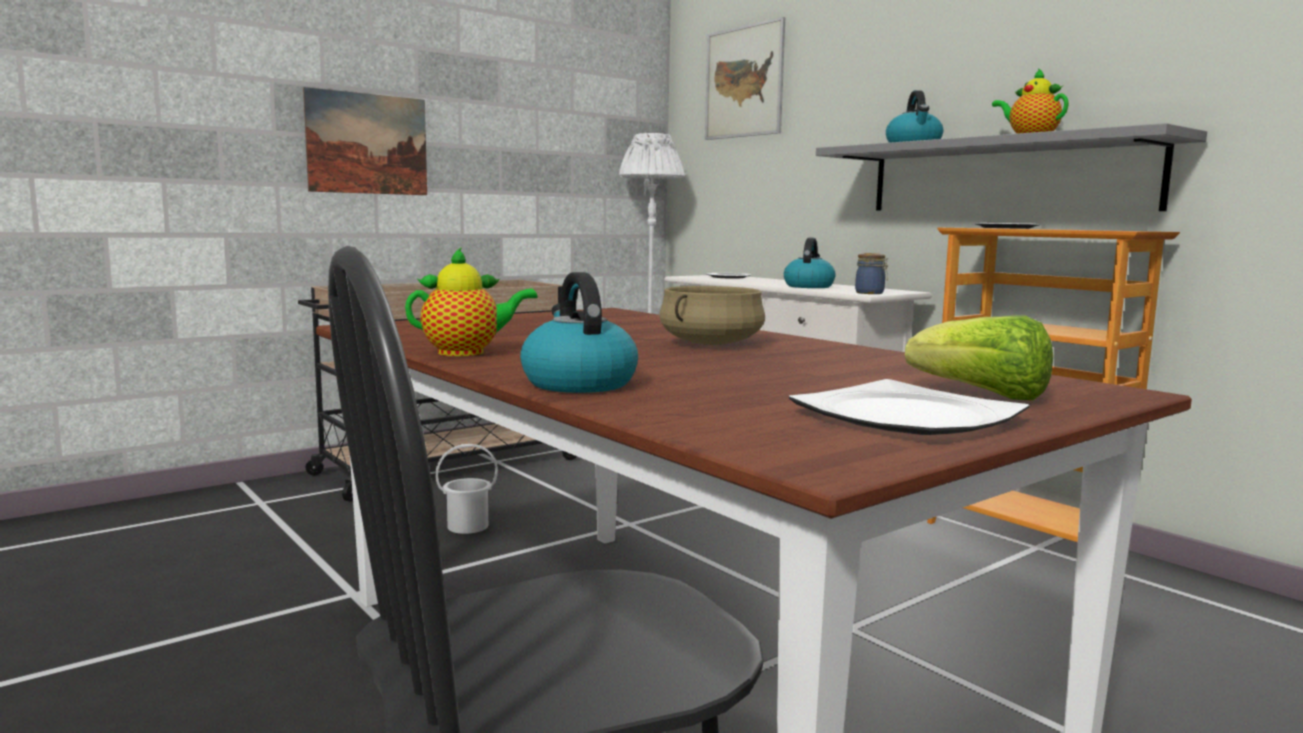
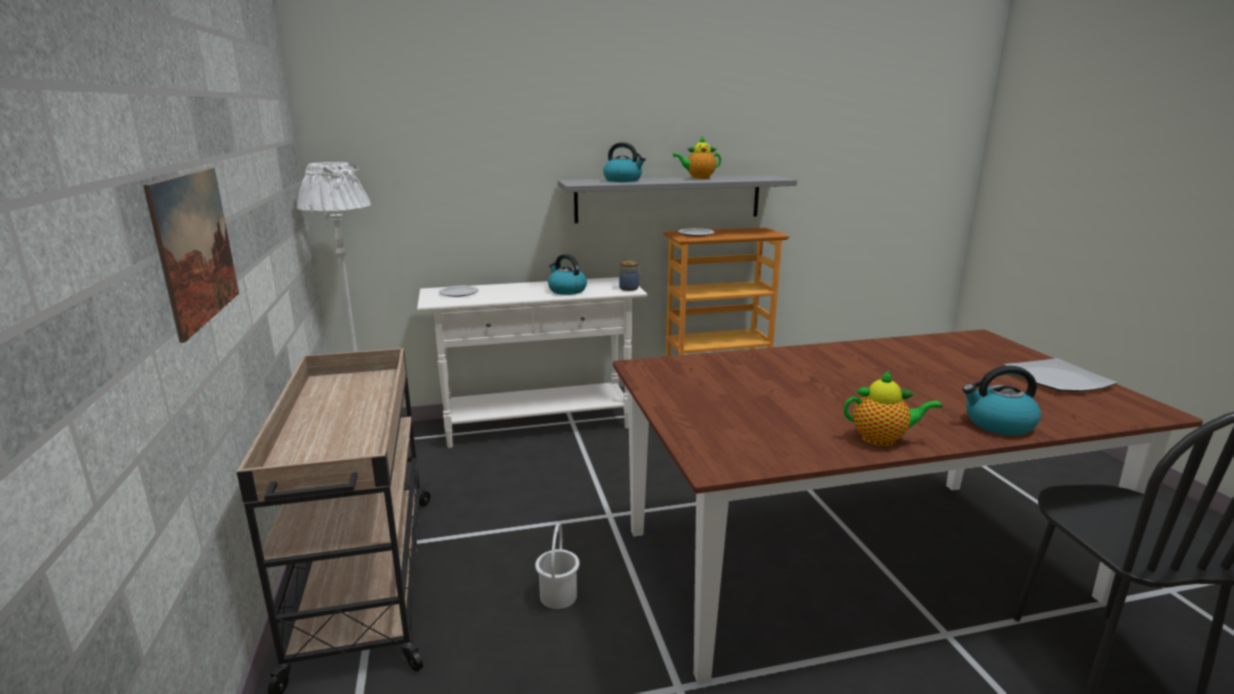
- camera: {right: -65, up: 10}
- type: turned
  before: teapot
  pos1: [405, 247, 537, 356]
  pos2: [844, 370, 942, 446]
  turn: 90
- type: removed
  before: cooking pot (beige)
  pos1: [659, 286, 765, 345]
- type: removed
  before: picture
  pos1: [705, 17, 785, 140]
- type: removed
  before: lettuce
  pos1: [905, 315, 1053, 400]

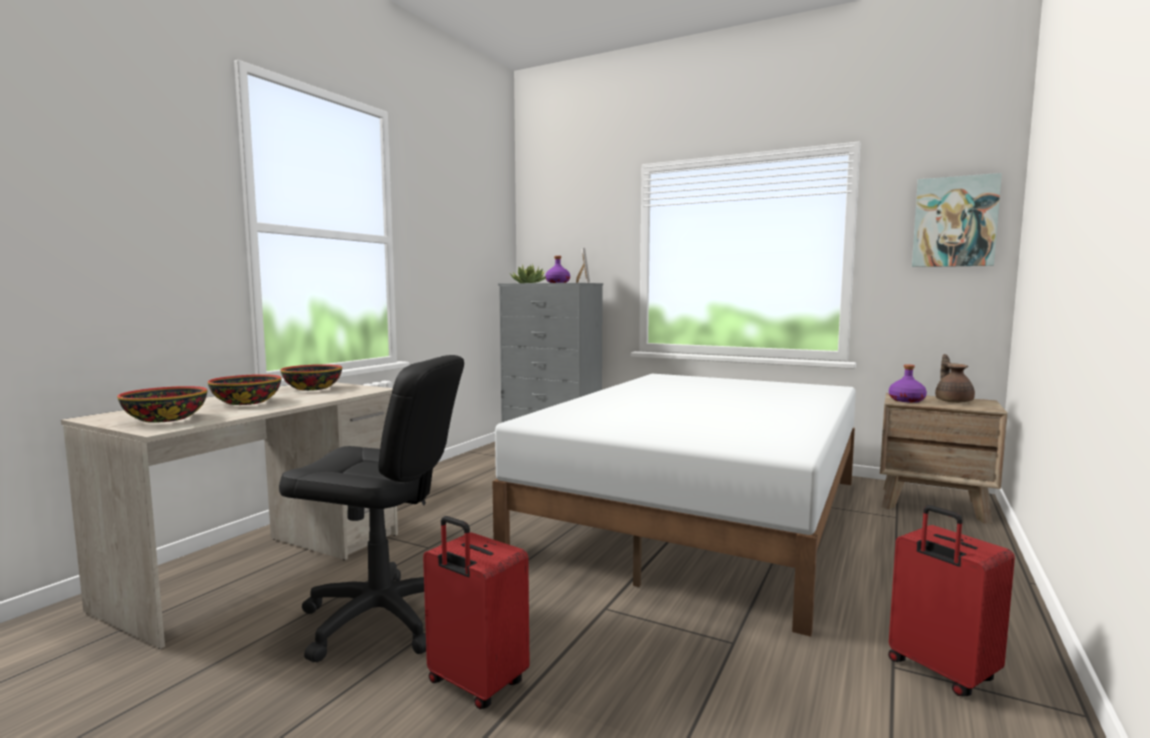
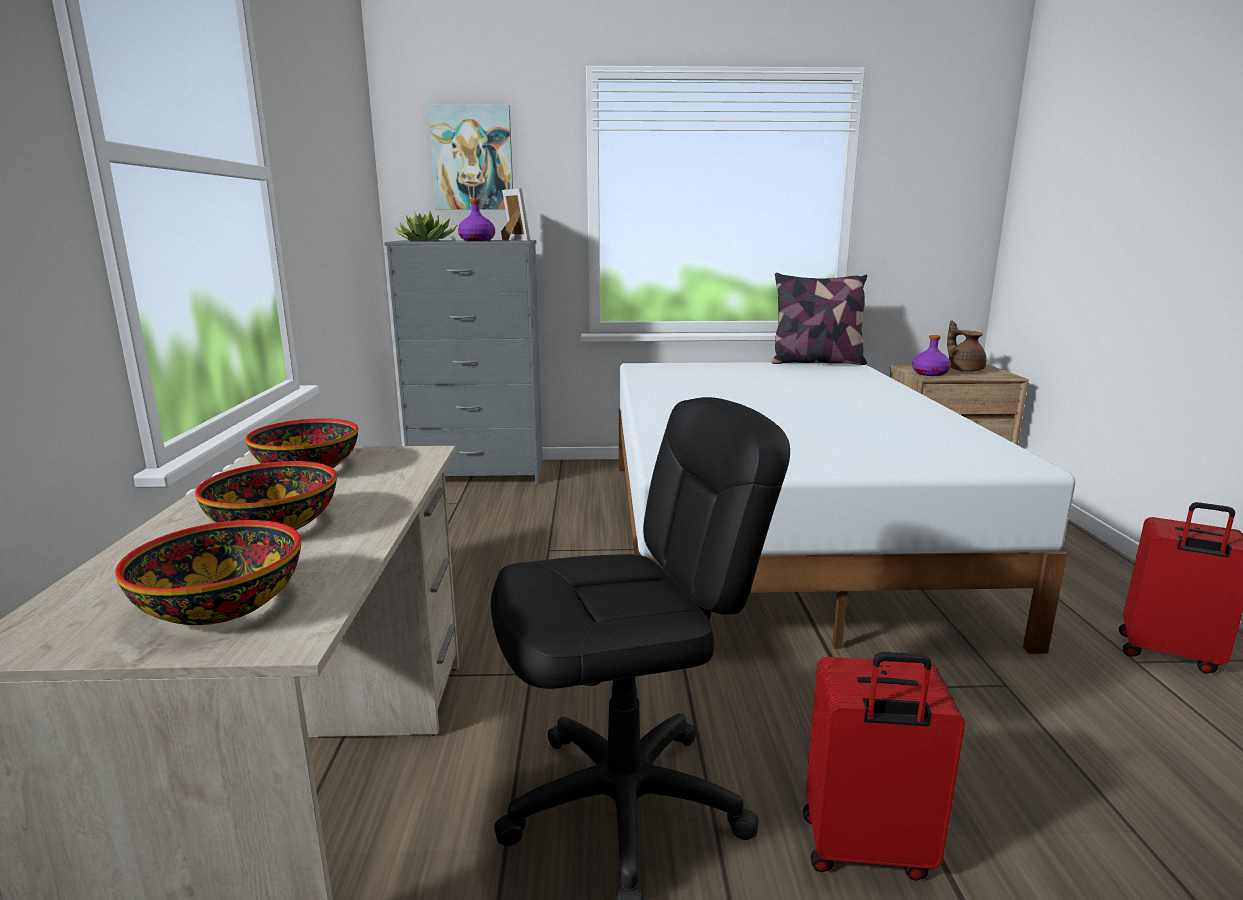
- camera: {right: -30, up: 10}
- type: moved
  before: picture
  pos1: [912, 173, 1002, 267]
  pos2: [428, 104, 513, 210]
- type: added
  after: pillow
  pos2: [771, 273, 867, 365]

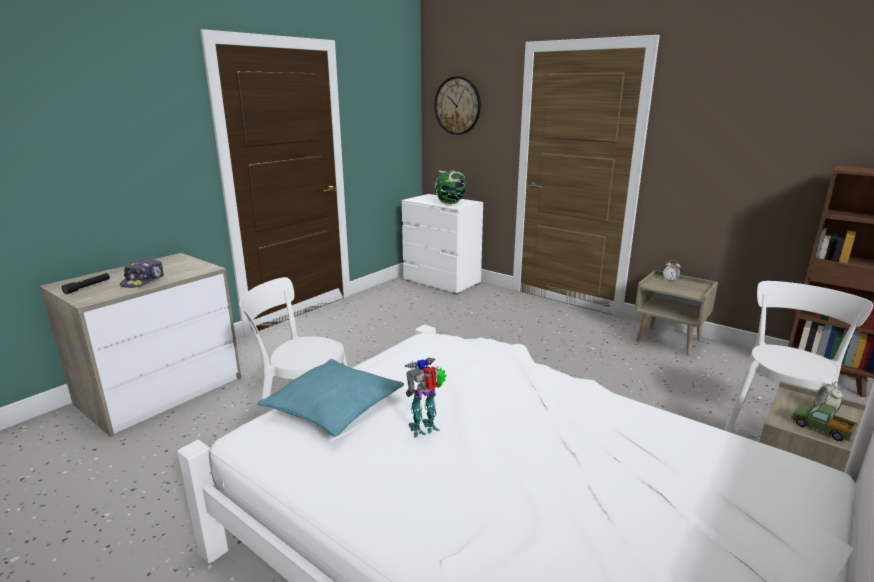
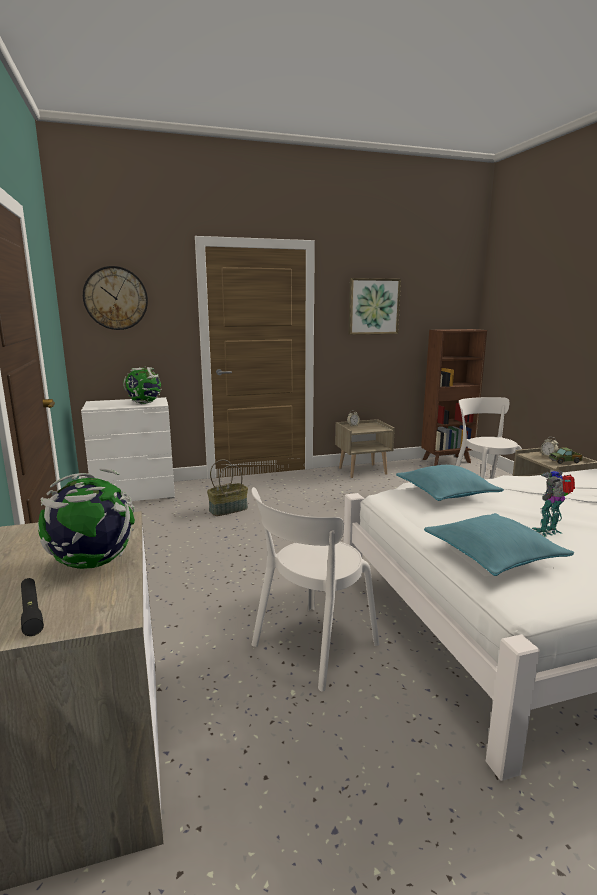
- camera: {right: -55, up: -5}
- type: replaced
  before: cap
  after: globe
  pos1: [120, 258, 163, 288]
  pos2: [38, 468, 135, 569]
- type: added
  after: basket
  pos2: [207, 460, 248, 516]
- type: added
  after: picture
  pos2: [349, 278, 401, 335]
- type: added
  after: pillow (turquoise)
  pos2: [396, 465, 504, 501]
- type: turned
  before: toy robot
  pos1: [405, 358, 446, 438]
  pos2: [532, 470, 575, 537]
  turn: 60

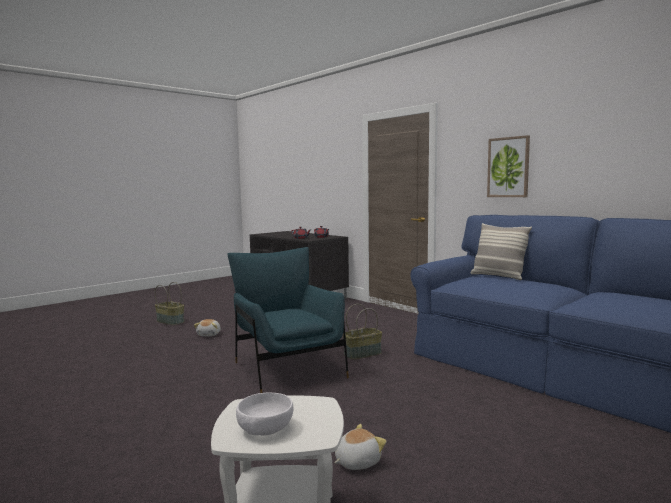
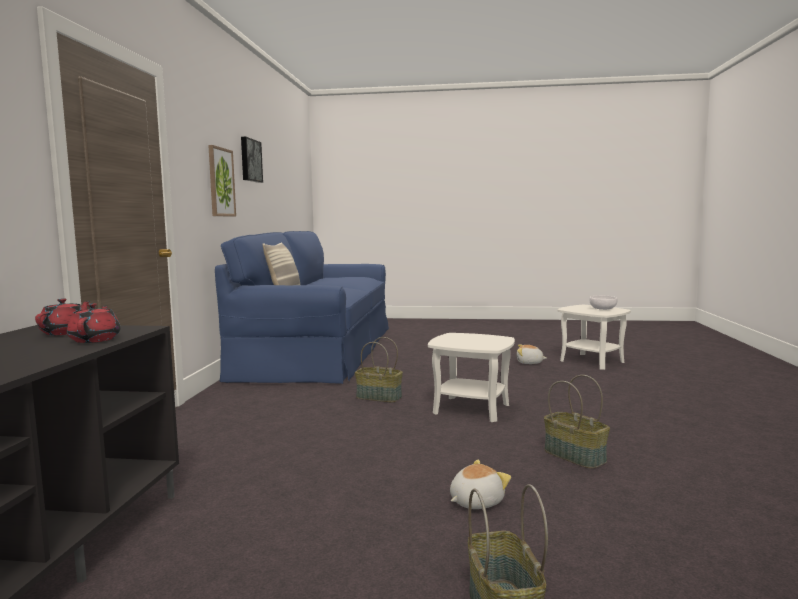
- camera: {right: -130, up: 0}
- type: added
  after: picture
  pos2: [241, 137, 263, 183]
- type: replaced
  before: armchair (blue)
  after: side table (white)
  pos1: [227, 247, 349, 393]
  pos2: [428, 333, 515, 422]
- type: added
  after: basket
  pos2: [544, 375, 610, 469]

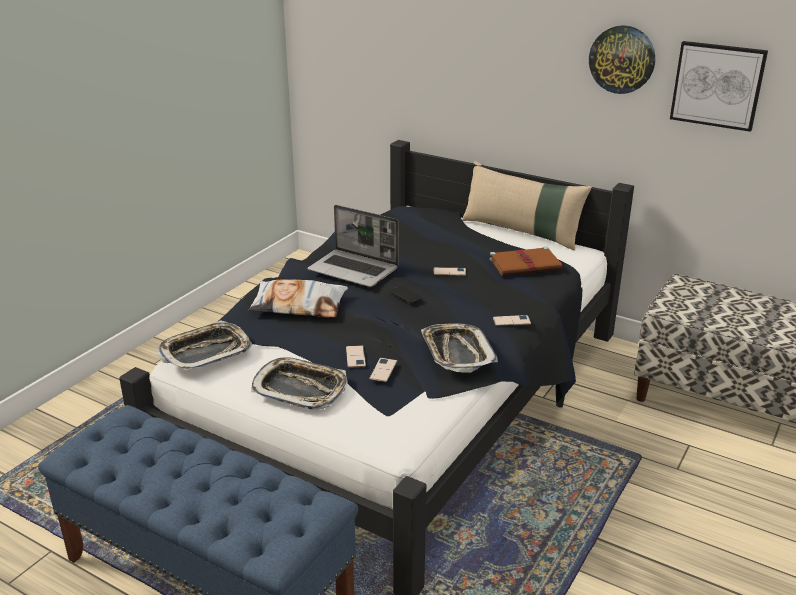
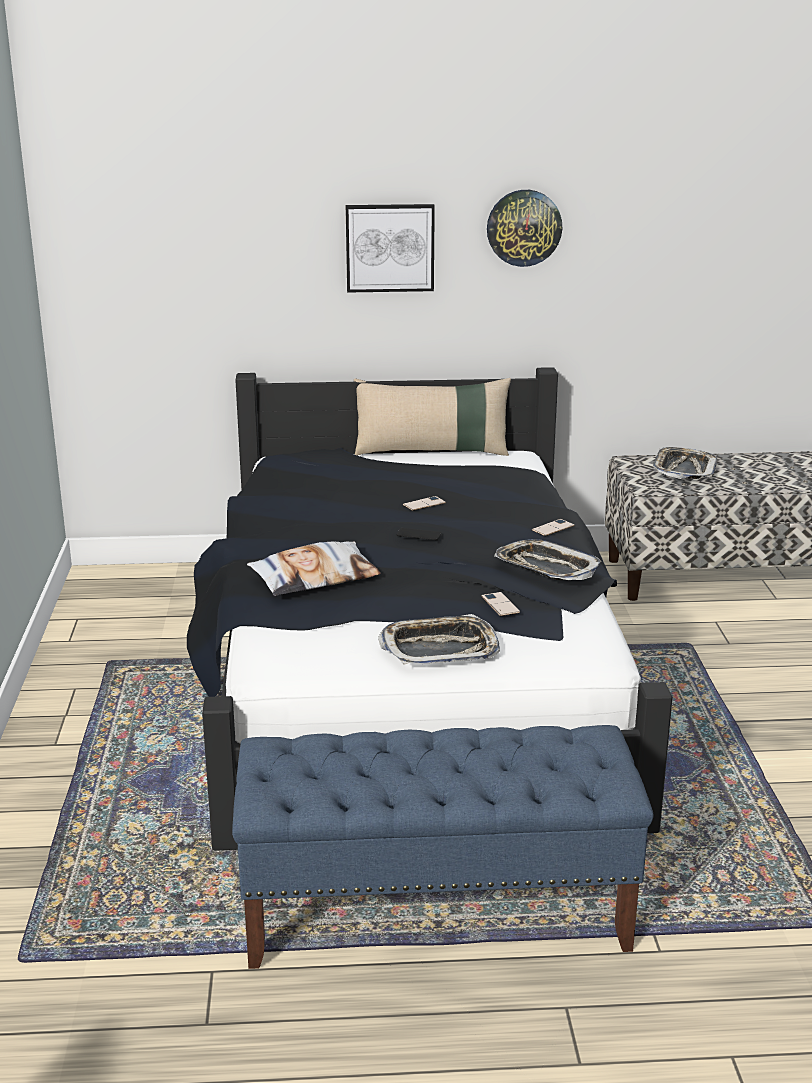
- camera: {right: -35, up: -5}
- type: moved
  before: picture
  pos1: [670, 41, 768, 132]
  pos2: [346, 204, 435, 293]
- type: moved
  before: tray
  pos1: [157, 320, 252, 371]
  pos2: [653, 447, 717, 479]
- type: removed
  before: laptop
  pos1: [307, 205, 399, 287]
- type: removed
  before: phone
  pos1: [346, 345, 366, 368]
- type: removed
  before: book (brown)
  pos1: [489, 247, 563, 276]

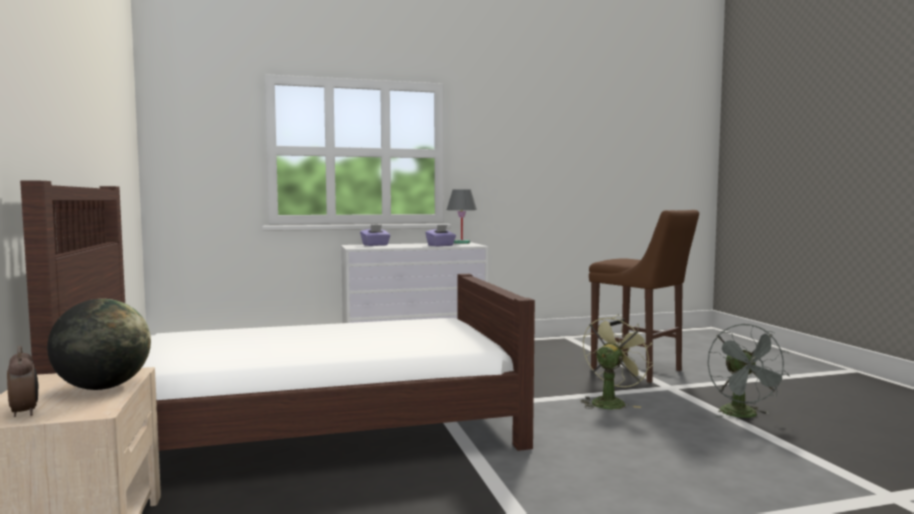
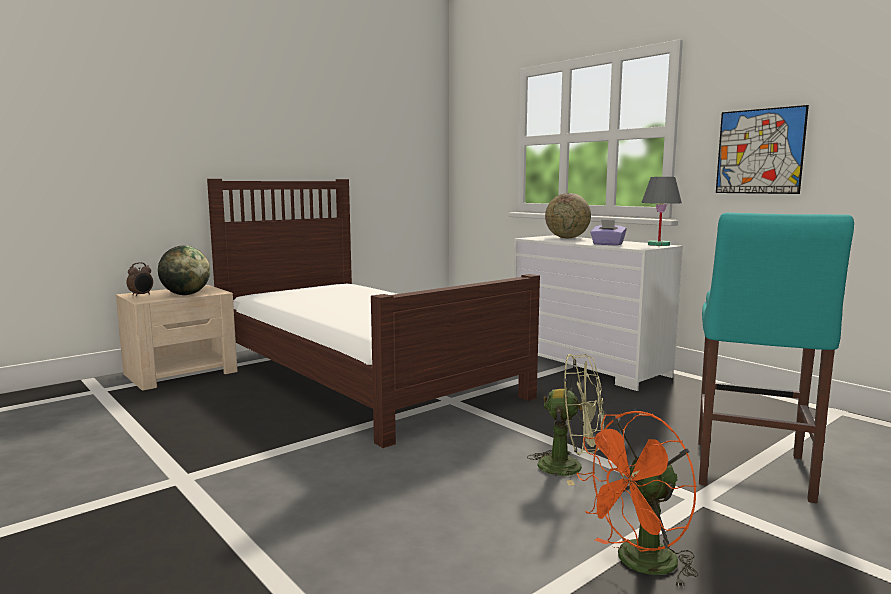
- camera: {right: 65, up: 5}
- type: replaced
  before: tissue box (purple)
  after: globe
  pos1: [360, 225, 391, 246]
  pos2: [545, 193, 591, 238]
- type: recoloured
  before: fan (grey)
  after: fan (orange)
  pos1: [708, 324, 790, 418]
  pos2: [576, 411, 698, 588]
- type: recoloured
  before: stool (brown)
  after: stool (turquoise)
  pos1: [589, 210, 699, 383]
  pos2: [698, 213, 854, 503]
- type: added
  after: picture
  pos2: [716, 105, 809, 194]

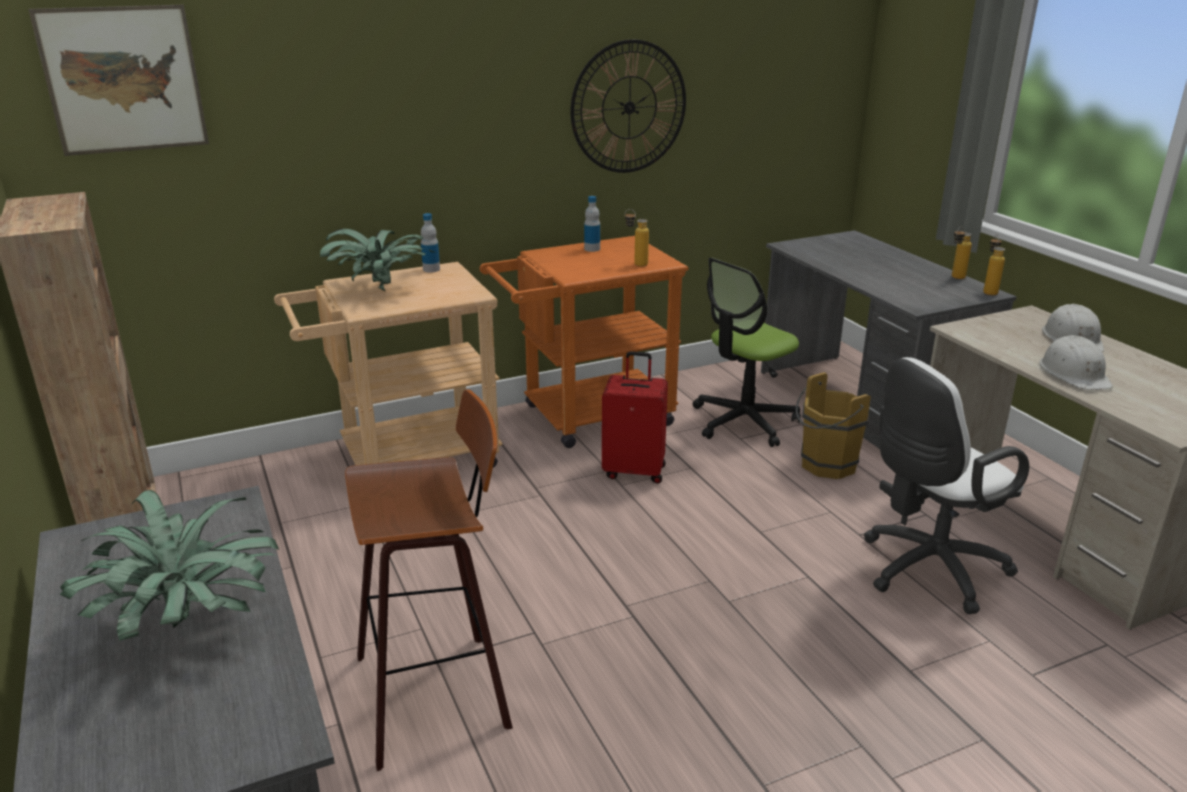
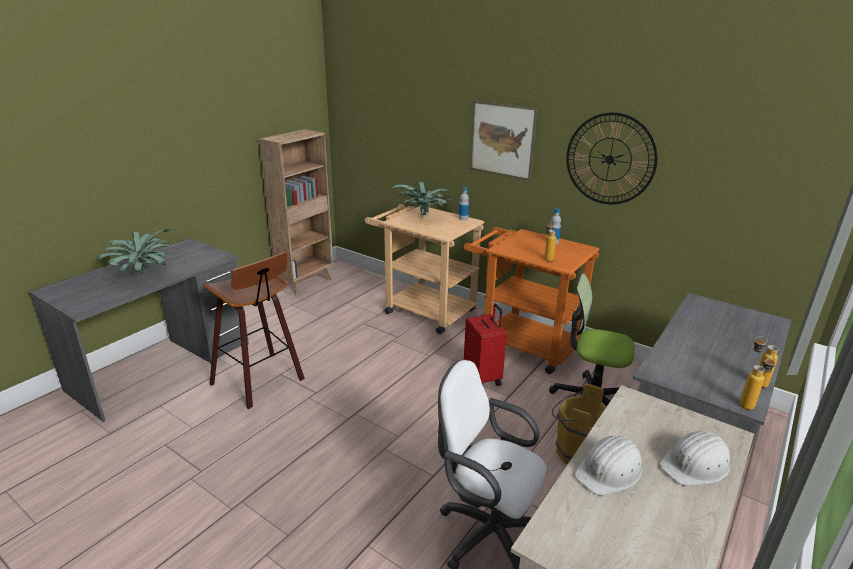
- camera: {right: 60, up: 0}
- type: moved
  before: picture
  pos1: [28, 5, 209, 156]
  pos2: [470, 101, 538, 181]

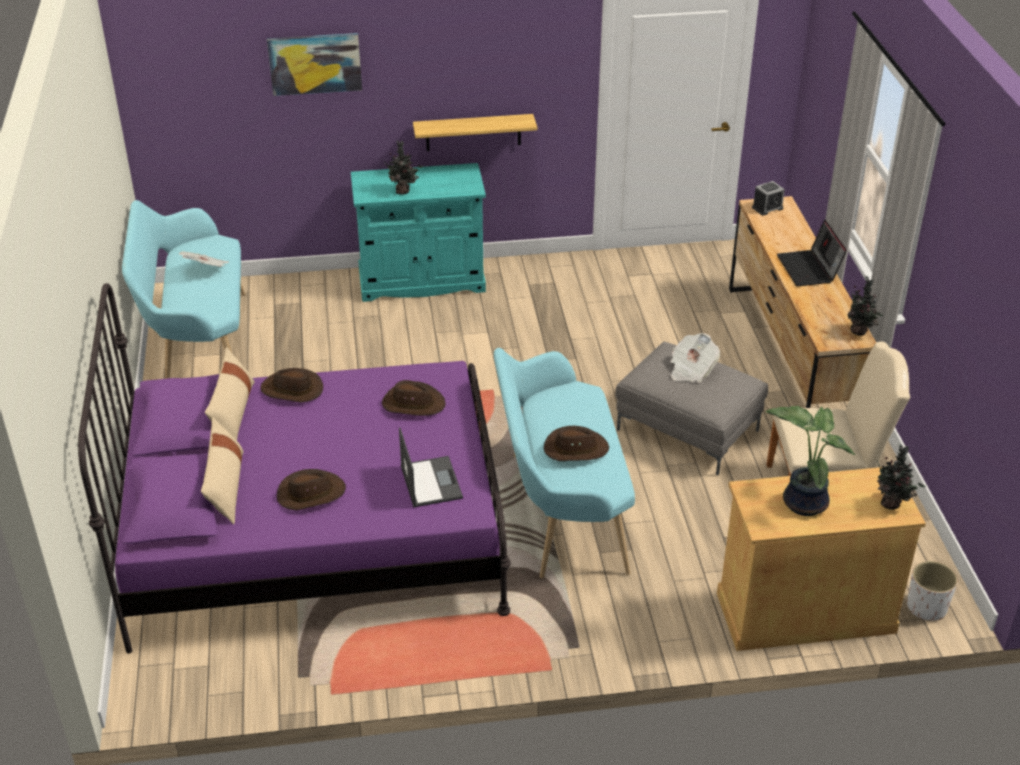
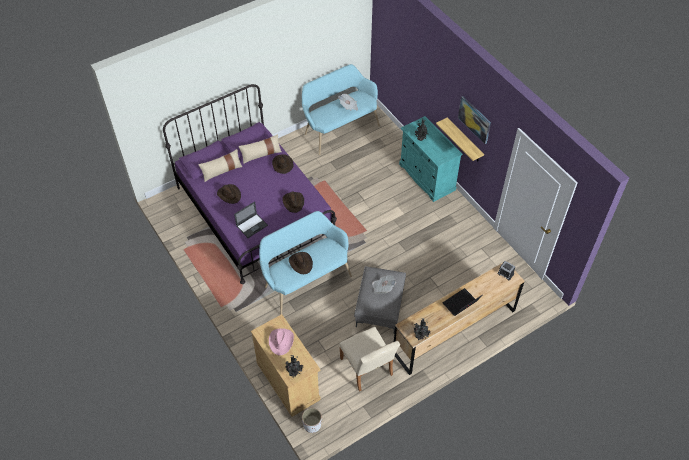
- camera: {right: 65, up: 15}
- type: replaced
  before: potted plant
  after: hat (pink)
  pos1: [766, 406, 855, 516]
  pos2: [269, 328, 294, 356]
- type: moved
  before: picture
  pos1: [267, 33, 362, 96]
  pos2: [458, 96, 491, 144]

